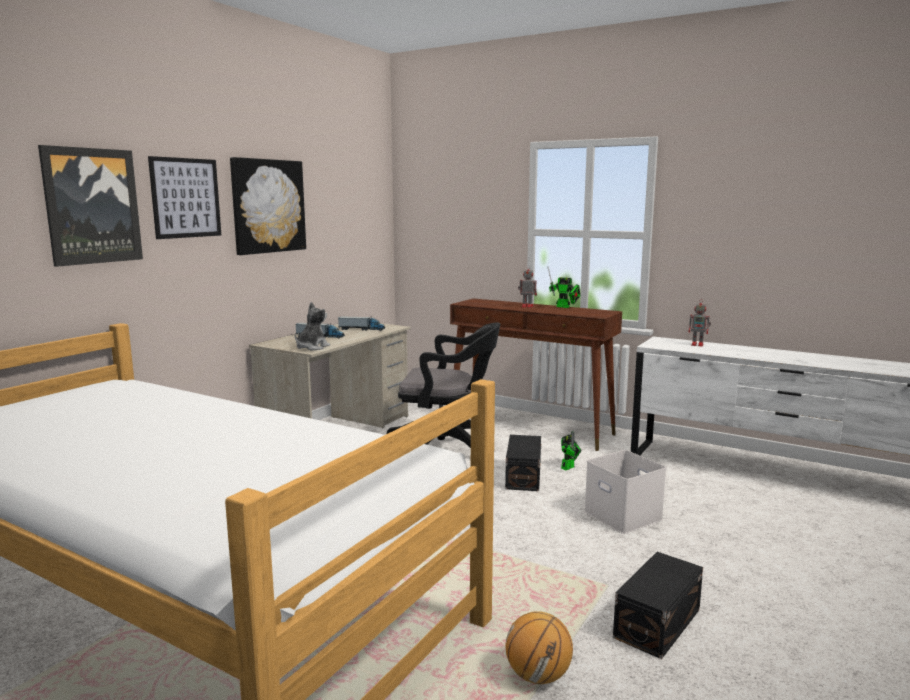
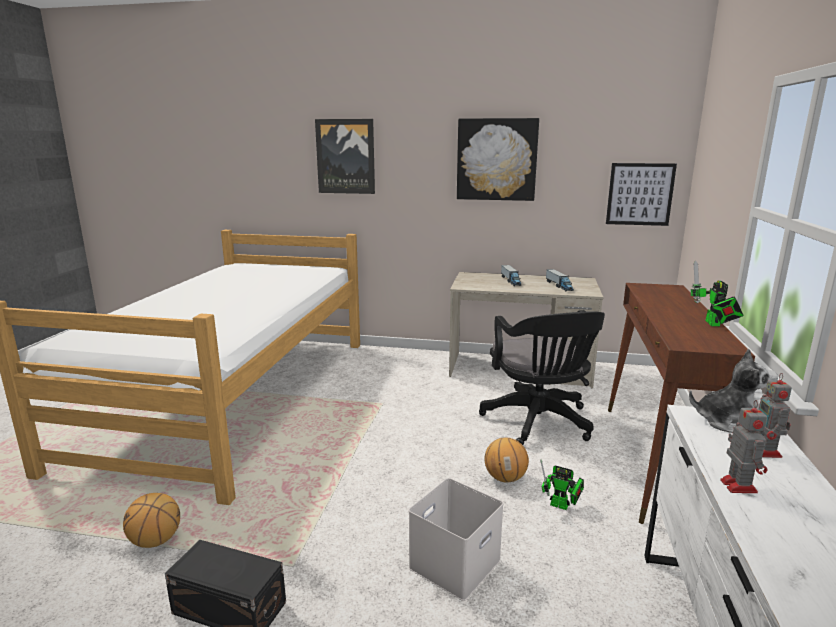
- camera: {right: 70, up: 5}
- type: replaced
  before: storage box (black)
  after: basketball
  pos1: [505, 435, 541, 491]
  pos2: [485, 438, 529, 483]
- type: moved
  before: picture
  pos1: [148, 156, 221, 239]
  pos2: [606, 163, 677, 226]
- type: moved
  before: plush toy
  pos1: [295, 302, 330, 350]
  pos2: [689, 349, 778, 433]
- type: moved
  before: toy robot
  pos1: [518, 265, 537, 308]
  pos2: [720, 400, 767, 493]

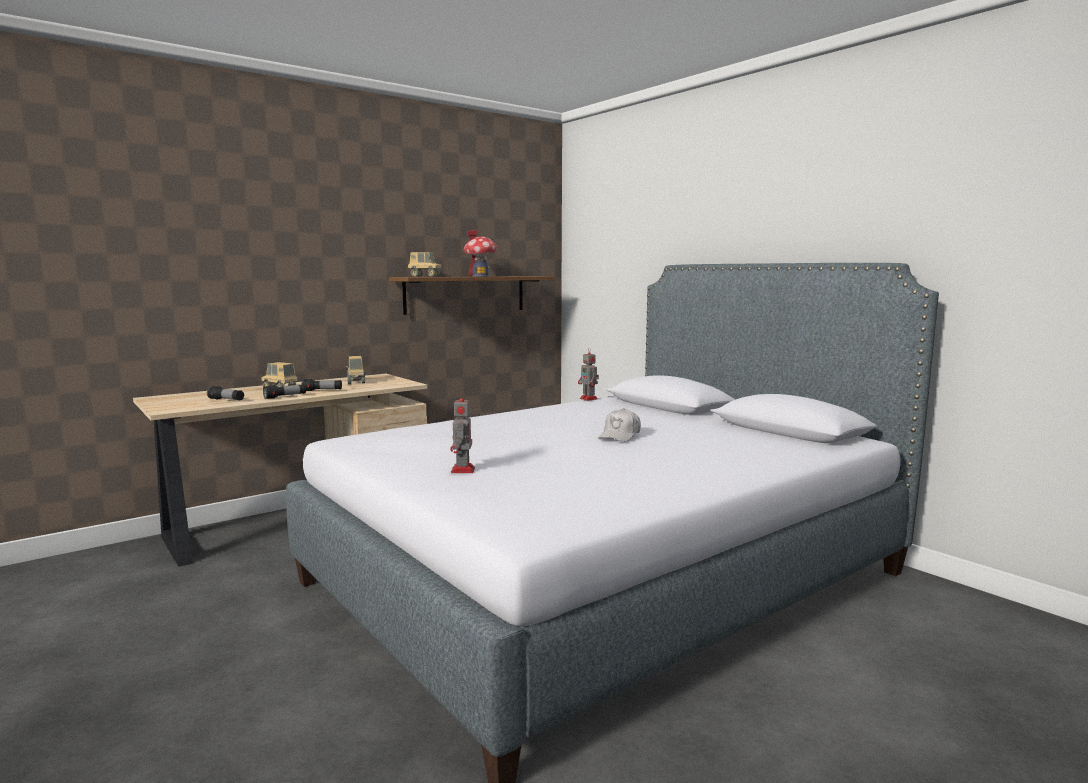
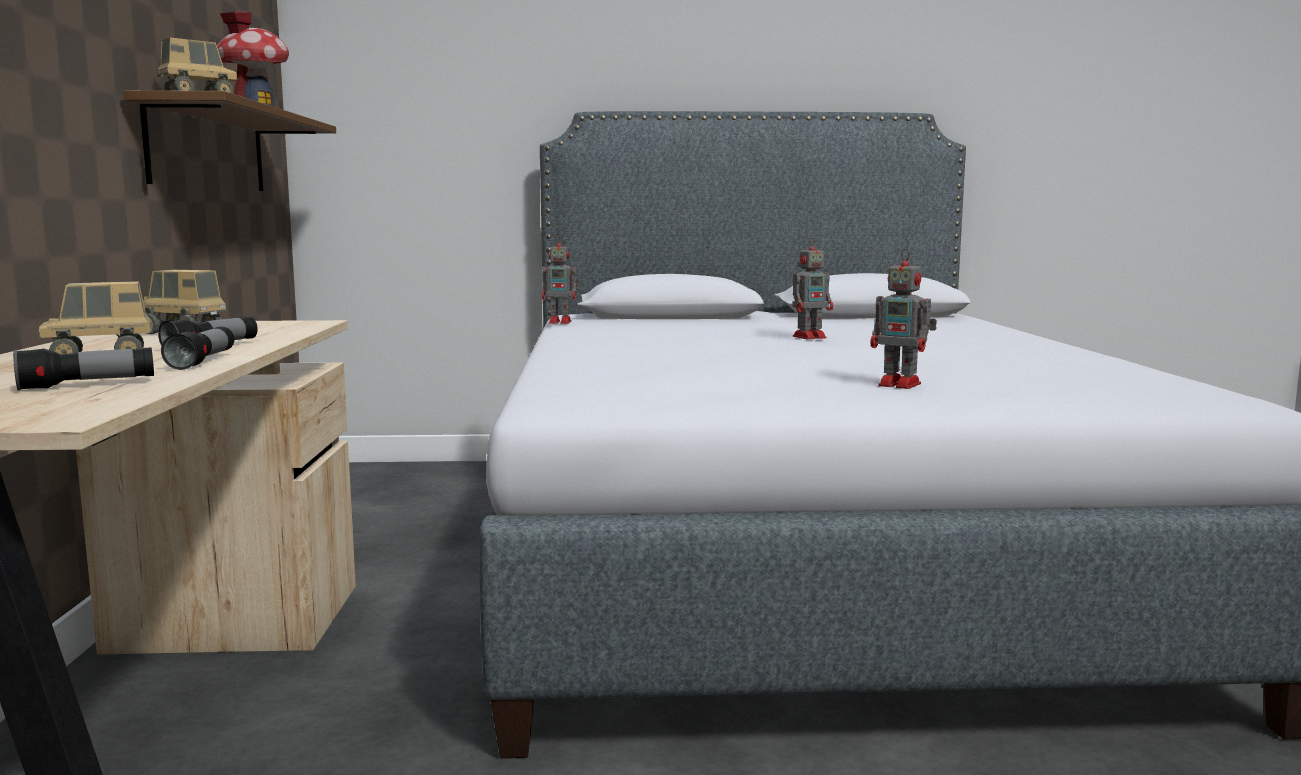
- camera: {right: -55, up: 0}
- type: replaced
  before: cap (white)
  after: toy robot
  pos1: [599, 409, 641, 442]
  pos2: [792, 238, 833, 339]

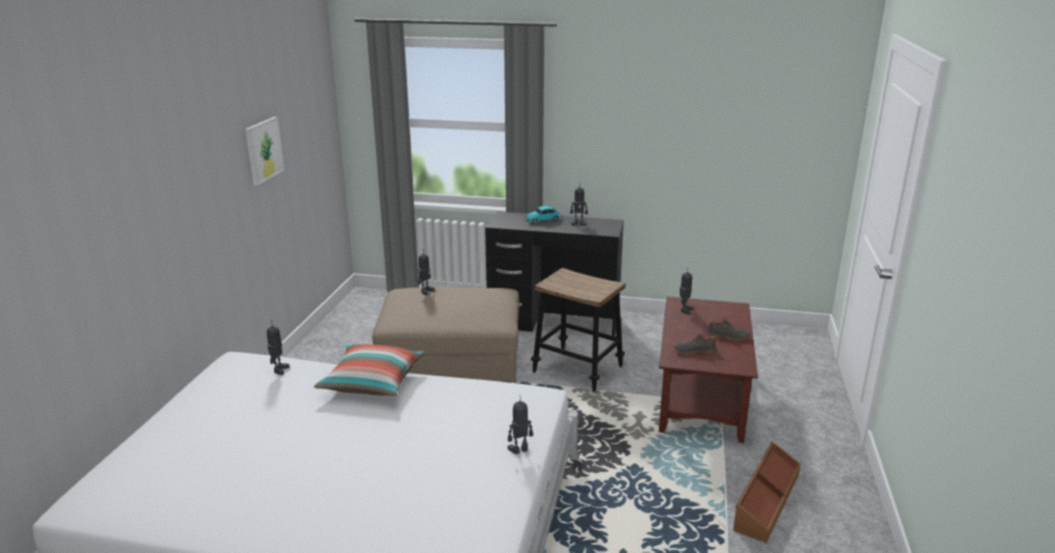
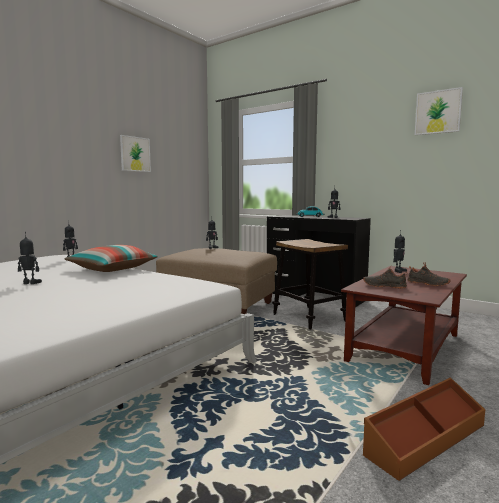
- camera: {right: 25, up: -15}
- type: moved
  before: toy robot
  pos1: [507, 395, 533, 454]
  pos2: [18, 232, 42, 284]
- type: added
  after: picture
  pos2: [415, 87, 463, 135]

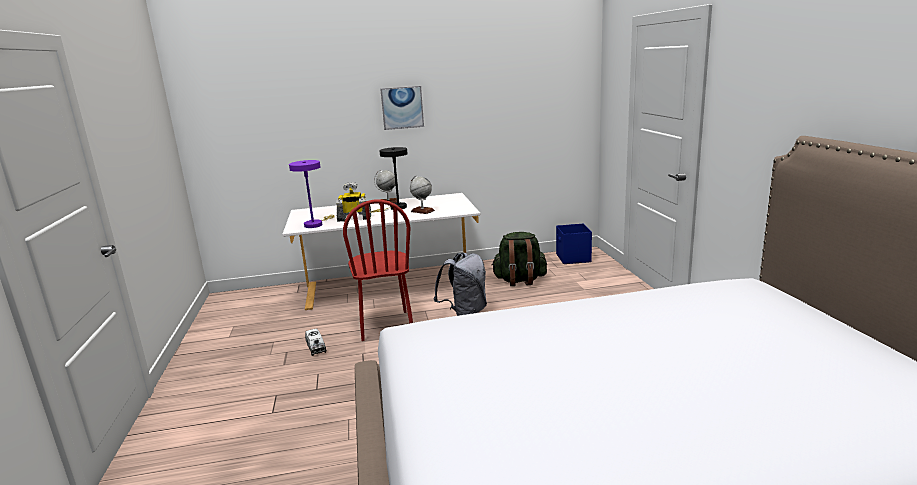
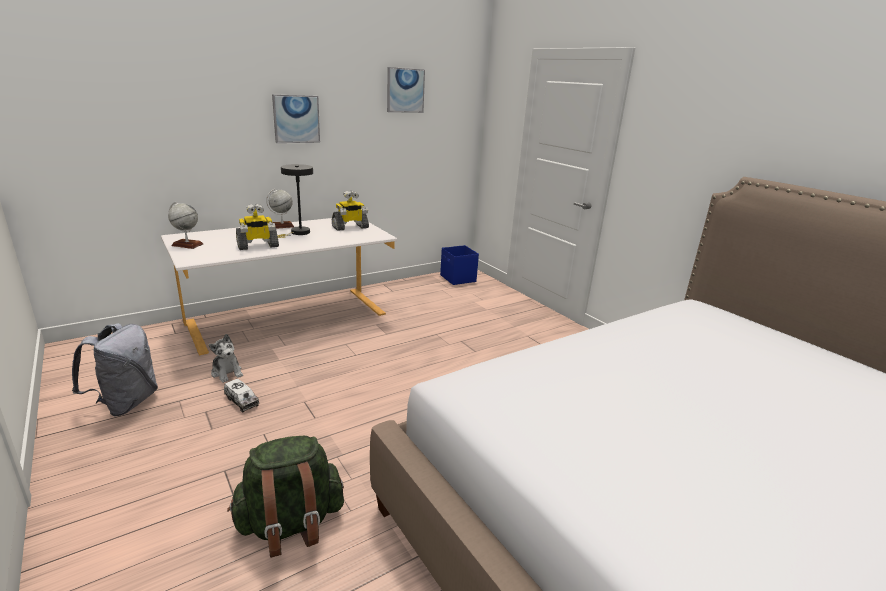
- camera: {right: -25, up: 5}
- type: moved
  before: backpack (grey)
  pos1: [434, 253, 487, 316]
  pos2: [72, 323, 158, 416]
- type: moved
  before: globe
  pos1: [410, 175, 435, 214]
  pos2: [168, 202, 203, 249]
- type: added
  after: plush toy
  pos2: [209, 334, 243, 383]
- type: moved
  before: backpack (green)
  pos1: [491, 232, 547, 286]
  pos2: [227, 436, 344, 558]
- type: added
  after: toy robot
  pos2: [332, 191, 369, 231]
- type: added
  after: picture
  pos2: [387, 67, 425, 113]
- type: removed
  before: table lamp (purple)
  pos1: [289, 160, 335, 228]
- type: removed
  before: chair (red)
  pos1: [343, 200, 413, 341]

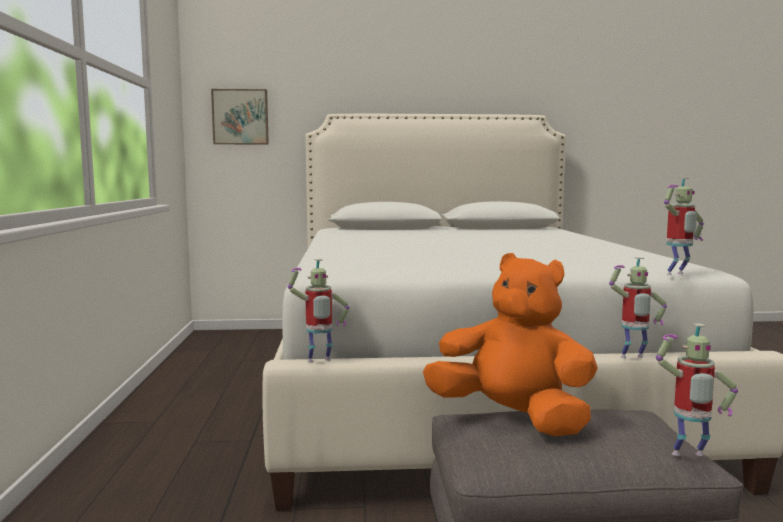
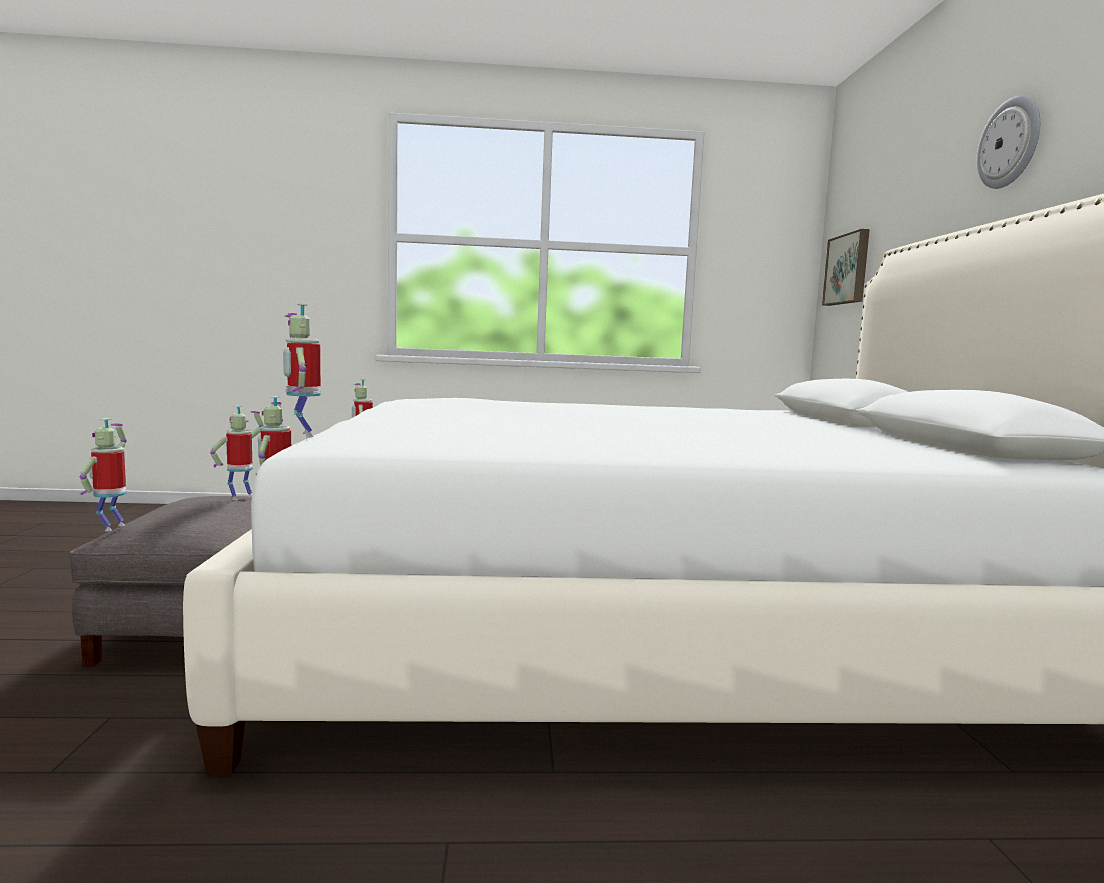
- camera: {right: 90, up: 0}
- type: replaced
  before: plush toy (orange)
  after: toy robot
  pos1: [423, 253, 598, 436]
  pos2: [210, 406, 264, 500]
- type: added
  after: wall clock
  pos2: [977, 96, 1040, 189]

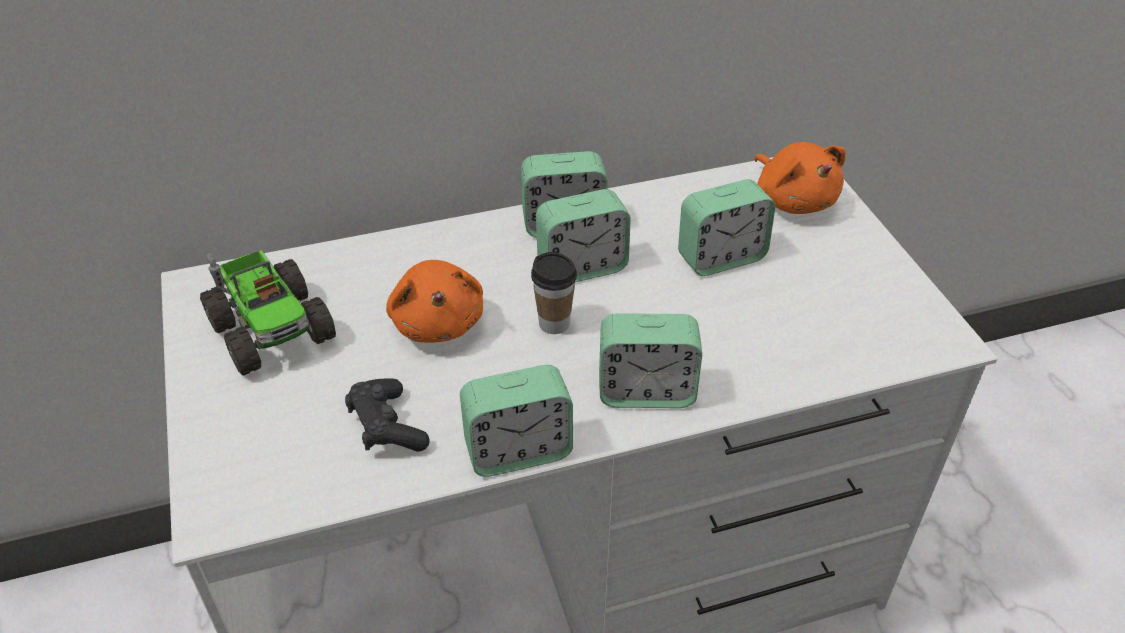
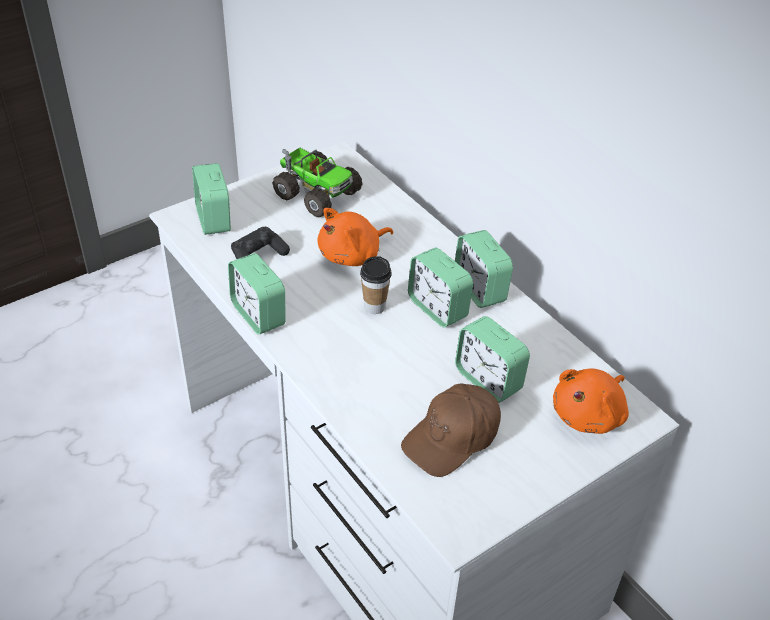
- camera: {right: 70, up: 0}
- type: moved
  before: alarm clock
  pos1: [599, 313, 702, 408]
  pos2: [192, 163, 231, 235]
- type: turned
  before: toy truck
  pos1: [200, 250, 336, 376]
  pos2: [272, 148, 363, 218]
  turn: -90
- type: added
  after: cap (brown)
  pos2: [401, 384, 501, 477]

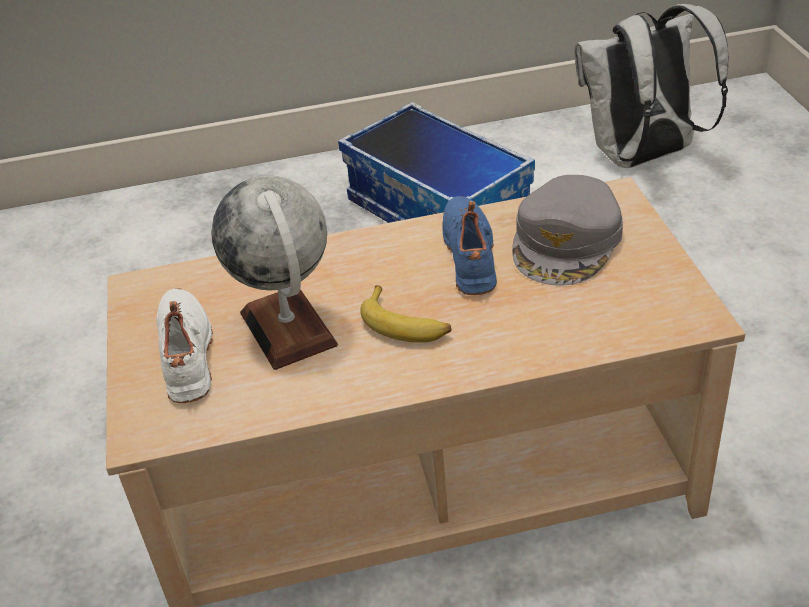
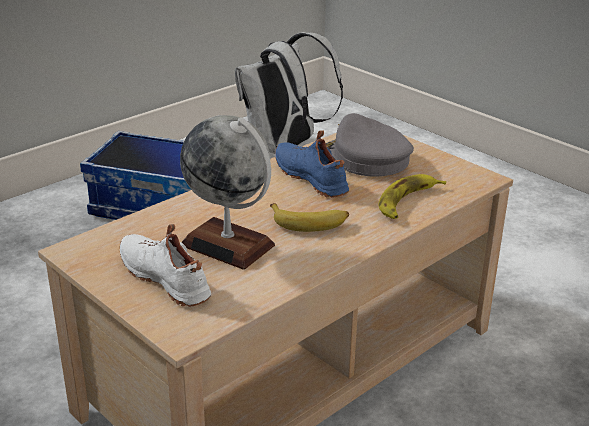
- camera: {right: -35, up: -10}
- type: turned
  before: cap (grey)
  pos1: [512, 175, 623, 286]
  pos2: [326, 113, 414, 176]
  turn: 150
- type: added
  after: banana
  pos2: [378, 174, 446, 219]

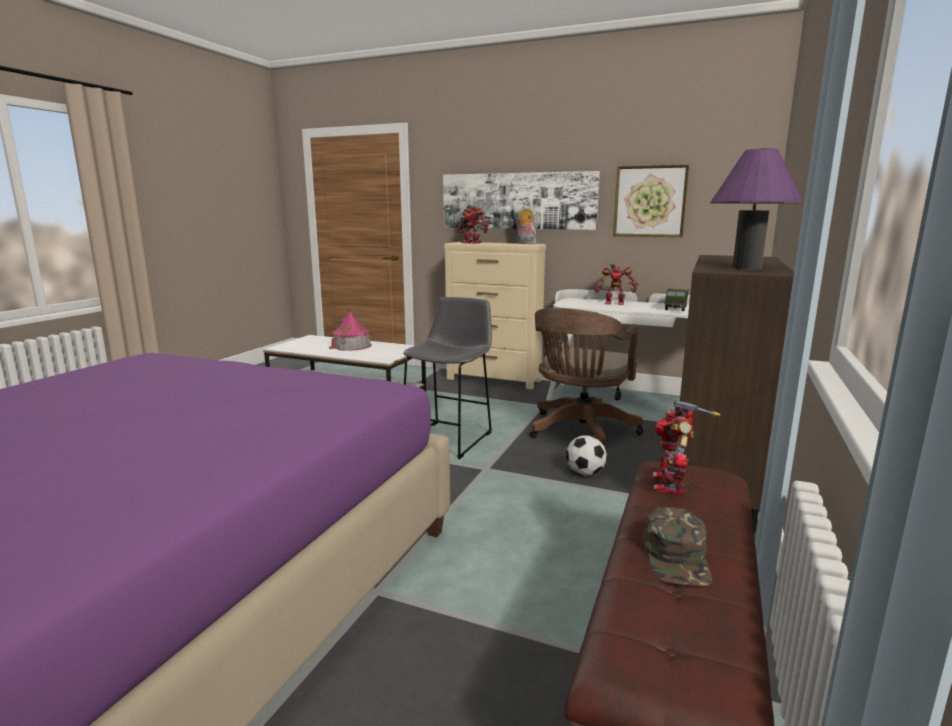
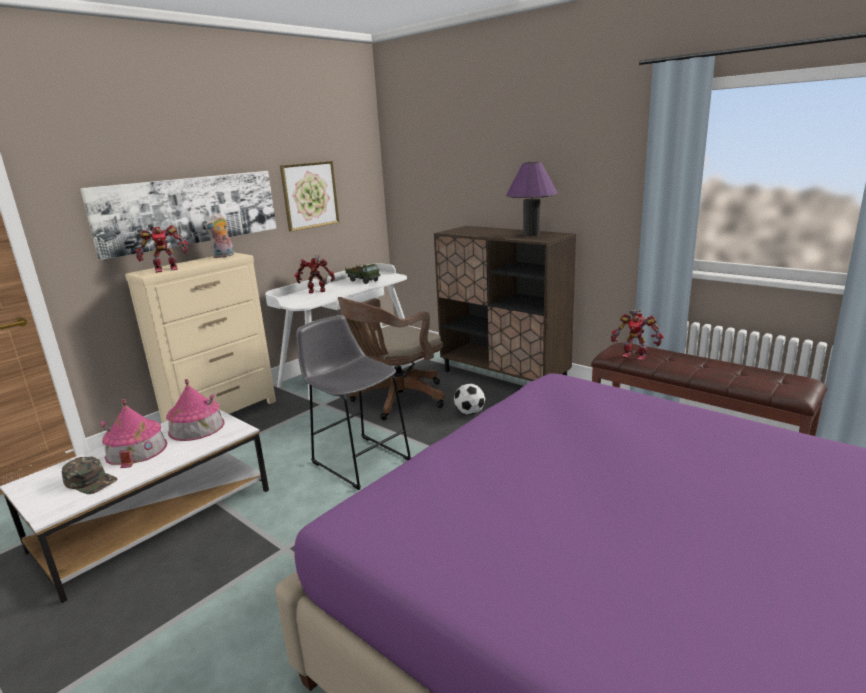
- camera: {right: -70, up: 5}
- type: moved
  before: cap (green)
  pos1: [643, 507, 712, 586]
  pos2: [61, 457, 117, 494]
- type: added
  after: toy house
  pos2: [166, 379, 225, 441]
- type: turned
  before: toy robot
  pos1: [595, 264, 638, 305]
  pos2: [295, 255, 335, 293]
  turn: -135
- type: turned
  before: office chair (brown)
  pos1: [530, 308, 643, 445]
  pos2: [338, 297, 445, 420]
  turn: 90

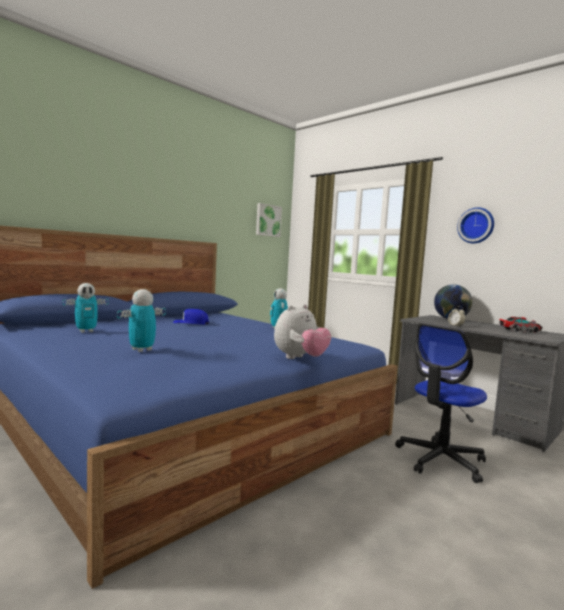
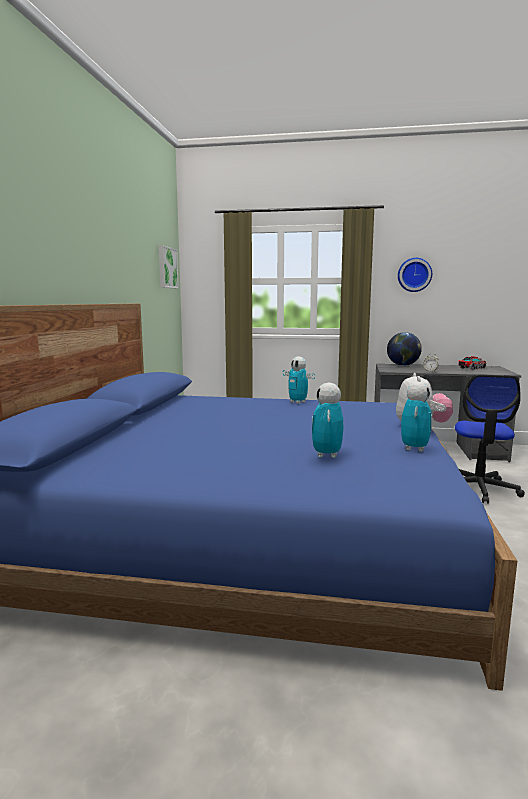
- camera: {right: -35, up: 5}
- type: moved
  before: toy robot
  pos1: [63, 283, 109, 333]
  pos2: [401, 382, 432, 452]
- type: removed
  before: cap (blue)
  pos1: [173, 309, 209, 325]

